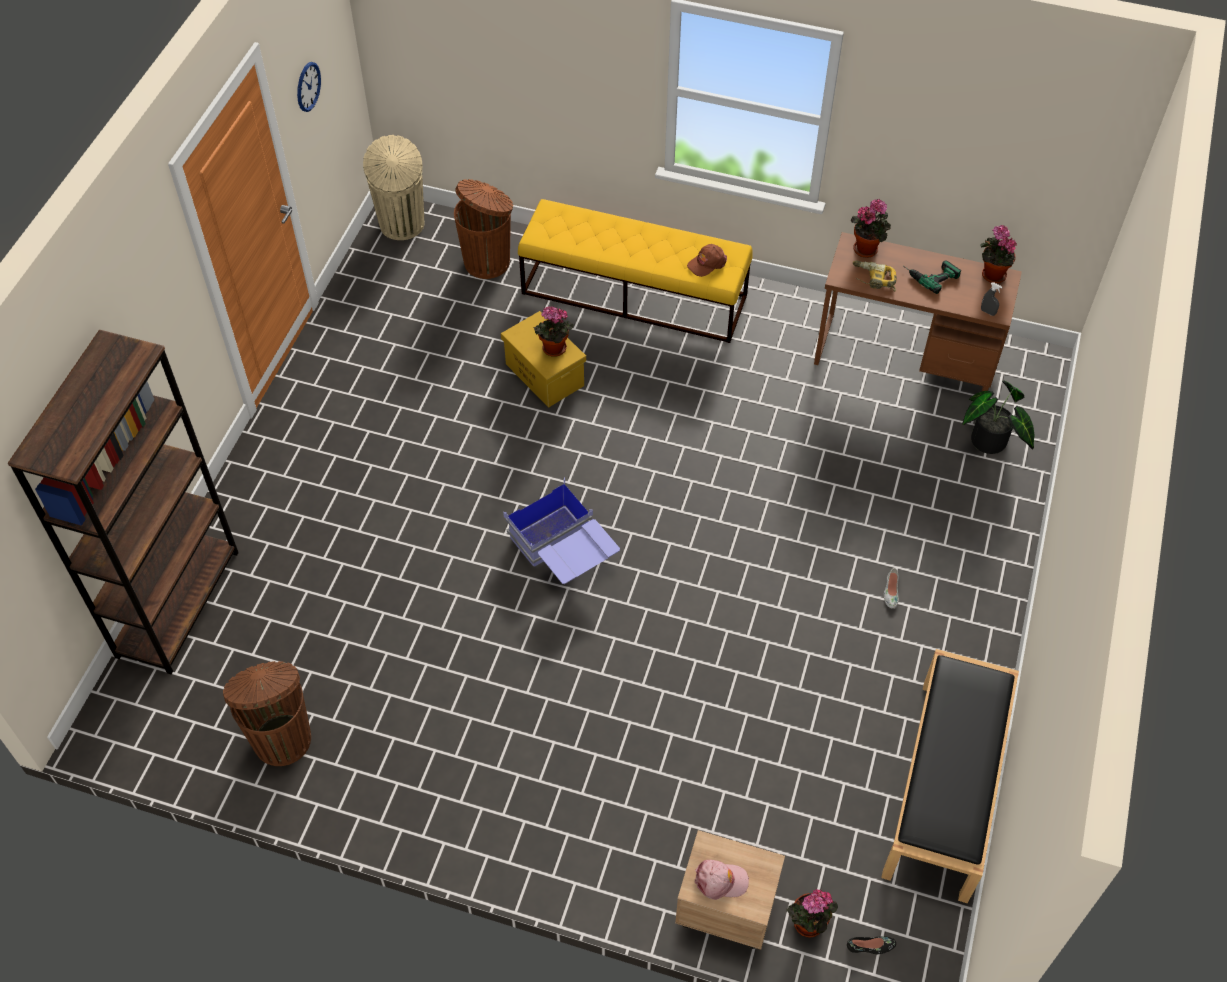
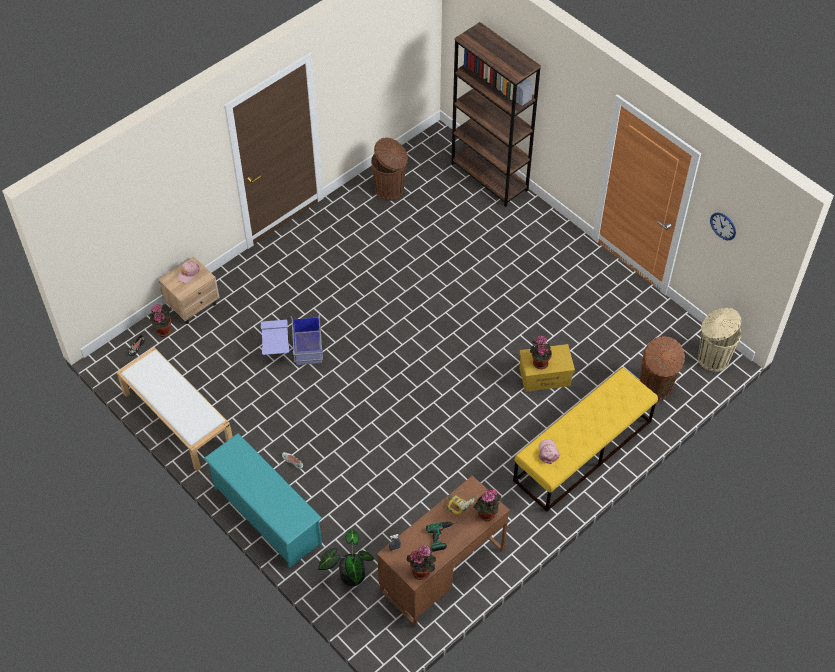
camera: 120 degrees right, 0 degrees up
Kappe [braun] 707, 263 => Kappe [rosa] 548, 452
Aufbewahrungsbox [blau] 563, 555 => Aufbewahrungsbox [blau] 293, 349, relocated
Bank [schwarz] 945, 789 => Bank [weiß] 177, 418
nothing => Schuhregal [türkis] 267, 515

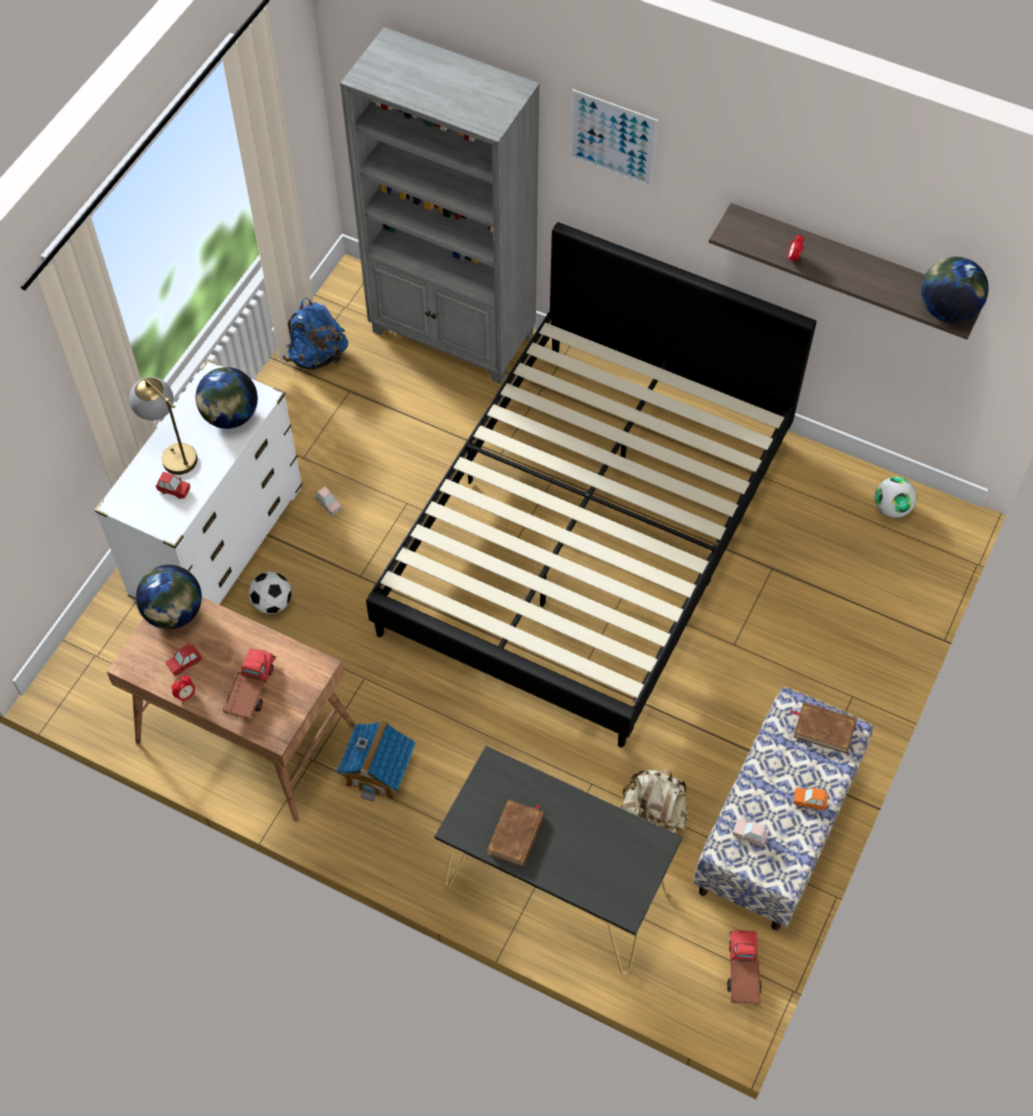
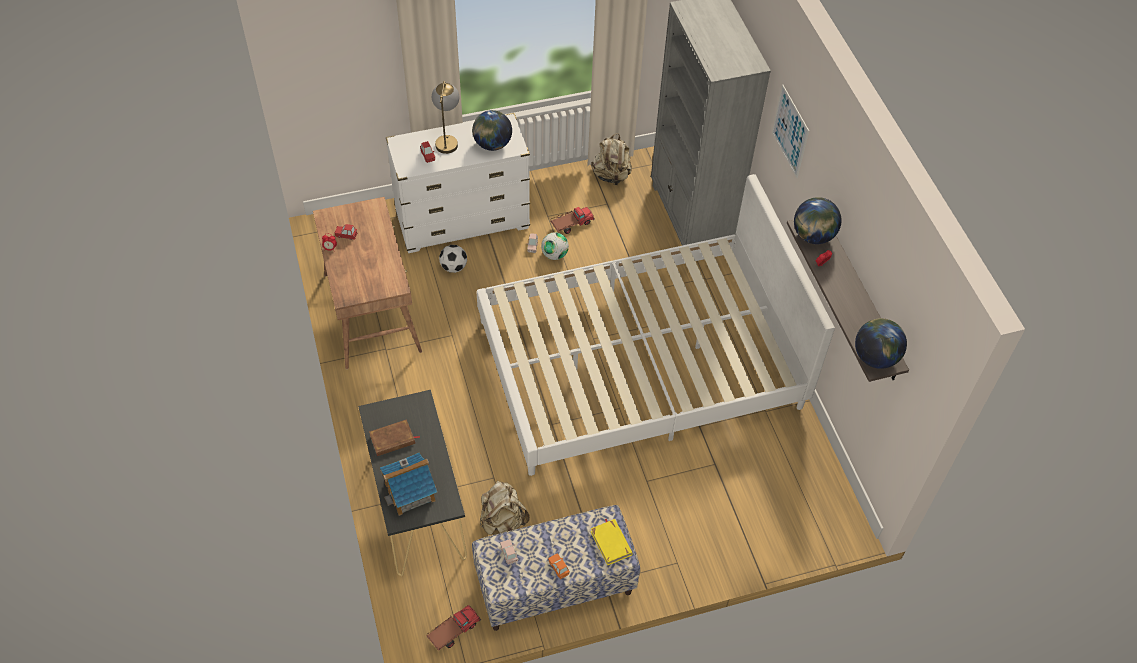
camera: 45 degrees right, 5 degrees down
Bett [schwarz] 588, 533 => Bett [weiß] 640, 364
Rucksack [blau] 317, 356 => Rucksack [beige] 611, 176
Fußball 891, 508 => Fußball 554, 254, relocated
Globus 174, 613 => Globus 813, 236, relocated
Spielzeuglaster 250, 690 => Spielzeuglaster 571, 224, relocated
Buch [braun] 824, 729 => Buch [gelb] 611, 543
Spielzeughaus 378, 770 => Spielzeughaus 410, 492, relocated

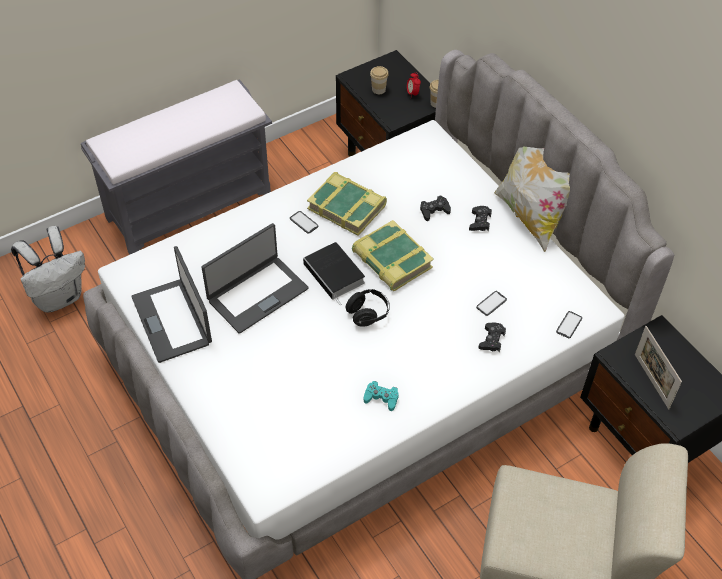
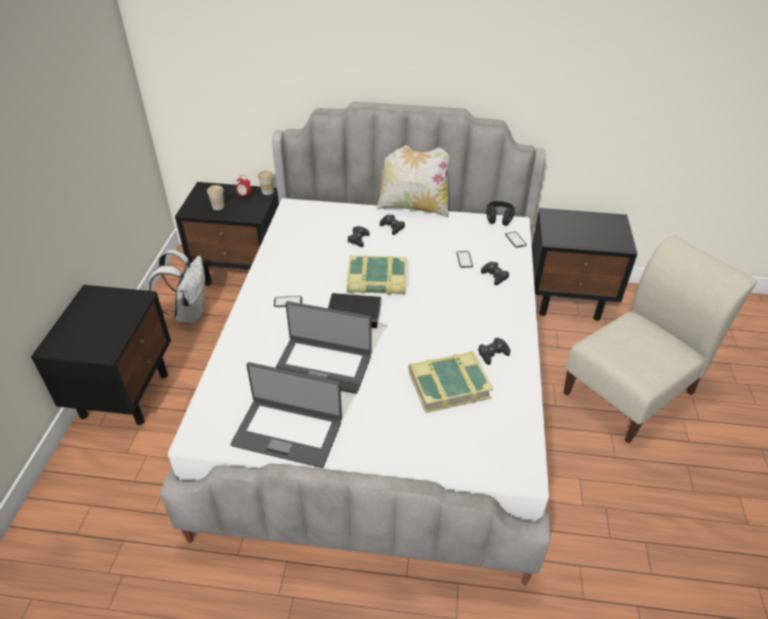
camera: 50 degrees left, 10 degrees down
Bank [grau] 190, 204 => Nachttisch [schwarz] 125, 393
Buch 347, 207 => Buch 448, 385, relocated
Laptop 257, 294 => Laptop 323, 365, 105 degrees clockwise
Rucksack [weiß] 59, 297 => Rucksack [weiß] 189, 313, relocated
Kopfhörer [schwarz] 368, 314 => Kopfhörer [schwarz] 499, 219, relocated
Bilderrahmen 651, 381 => nothing
Gamepad [türkis] 381, 398 => Gamepad [schwarz] 492, 353

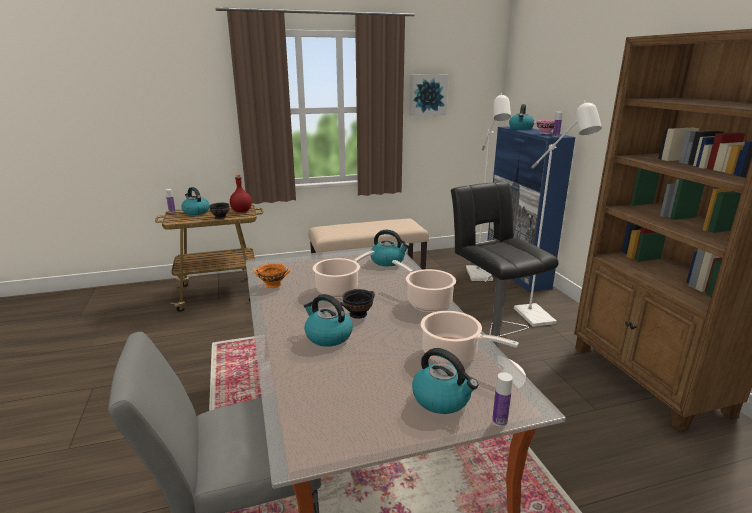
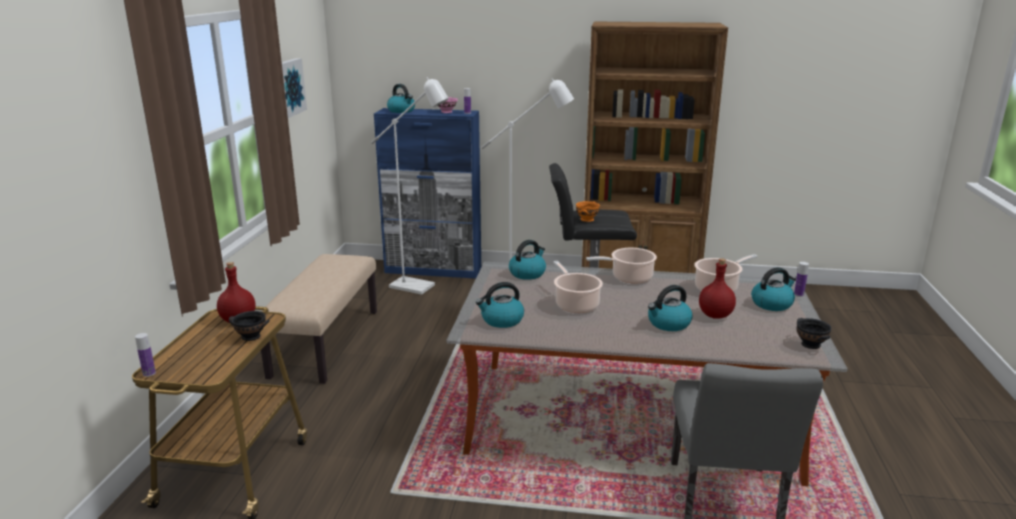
camera: 65 degrees left, 0 degrees up
Wasserkessel 196, 212 => Wasserkessel 501, 320, relocated
Schüssel [orange] 273, 285 => Schüssel [orange] 587, 219, relocated
Schüssel [schwarz] 357, 314 => Schüssel [schwarz] 810, 345, relocated
nothing => Flasche [rot] 716, 315

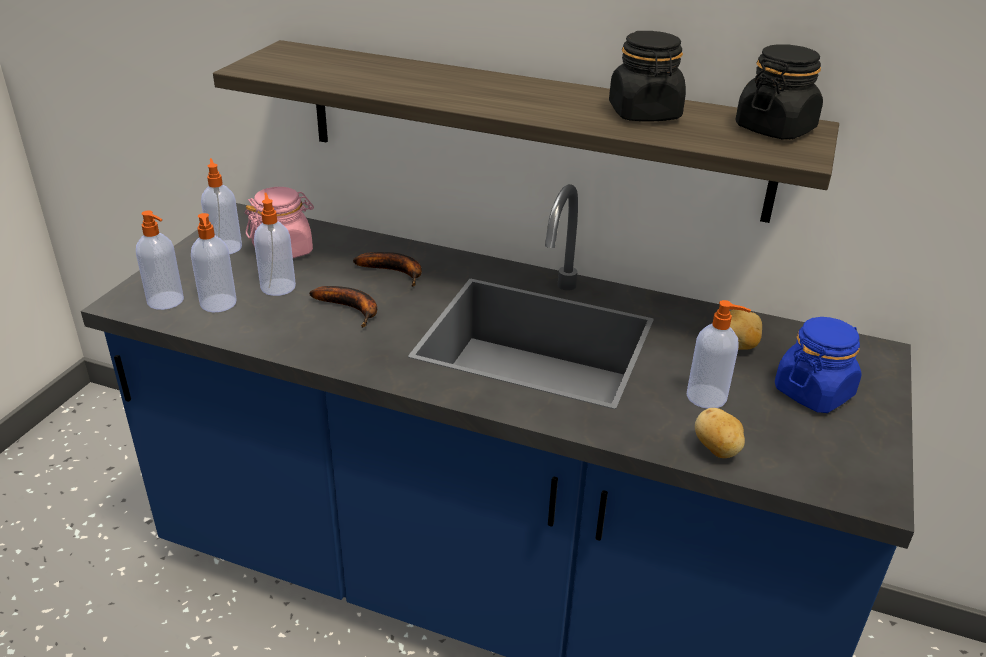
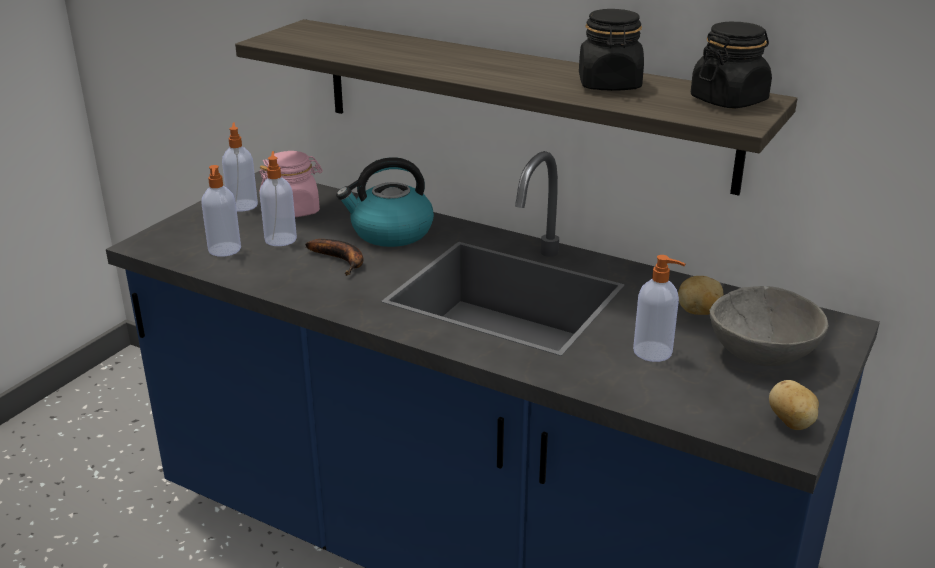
camera: 10 degrees right, 5 degrees down
Seifenspender 166, 301 => nothing
Banane 395, 272 => Wasserkessel 390, 233
Vorratsglas [blau] 813, 392 => Schüssel [grau] 761, 355
Kartoffel 717, 450 => Kartoffel 791, 423, relocated

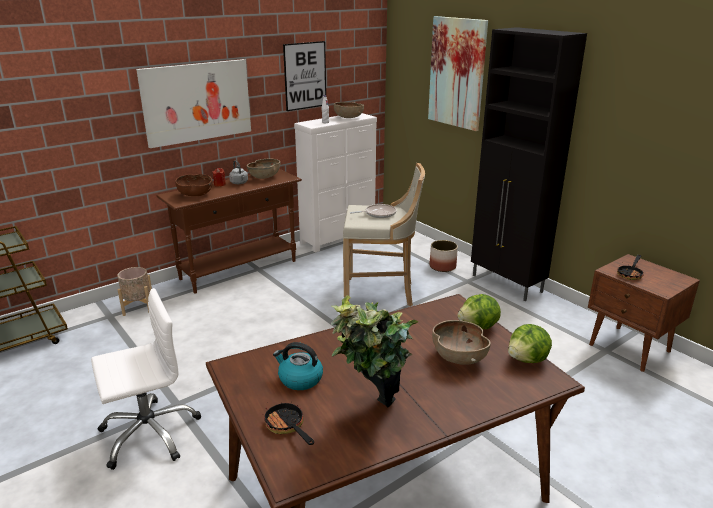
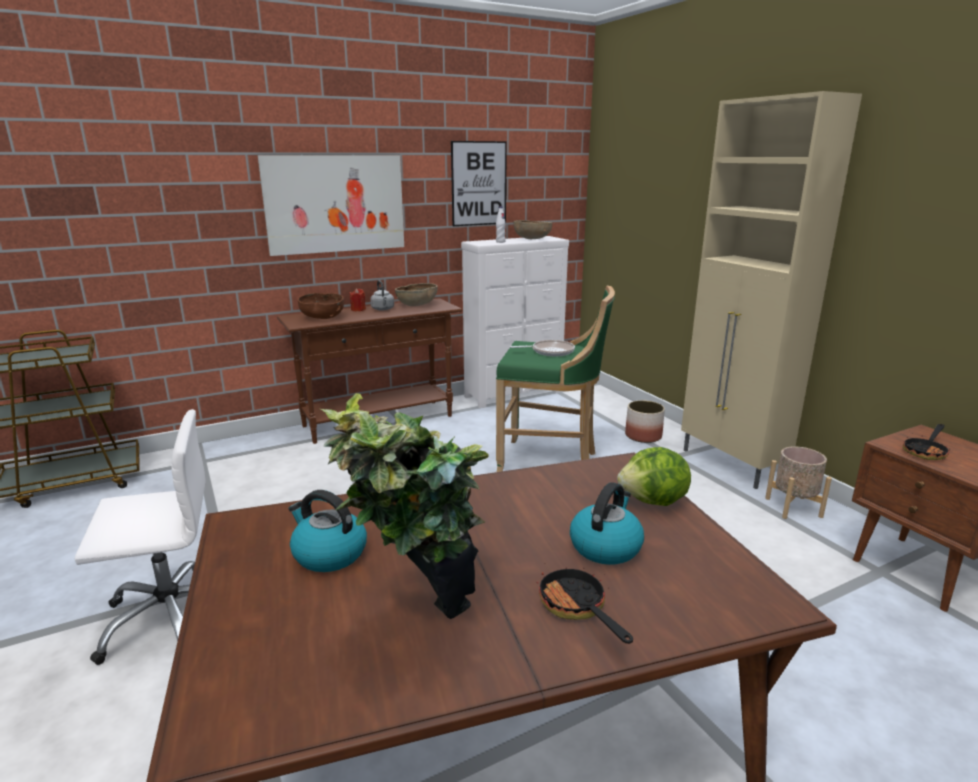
camera: 10 degrees right, 5 degrees down
Bild 457, 73 => nothing
Schrank [schwarz] 507, 284 => Schrank [beige] 732, 465
Hocker [beige] 381, 293 => Hocker [grün] 551, 463
Pflanzkübel [beige] 138, 307 => Pflanzkübel [beige] 793, 507, relocated
Schüssel [braun] 458, 357 => Wasserkessel 605, 546
Salatkopf 527, 360 => nothing
Pfanne 287, 427 => Pfanne 577, 608, relocated

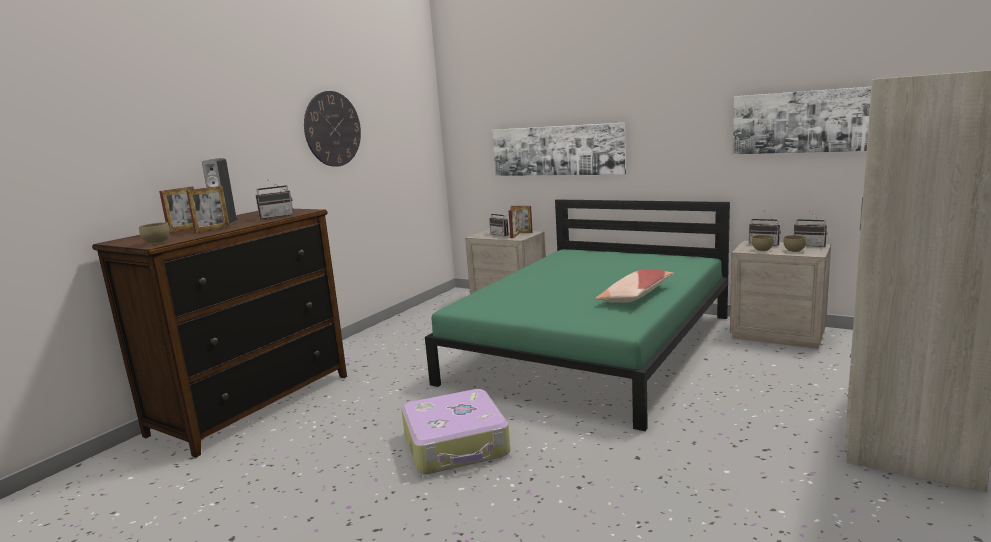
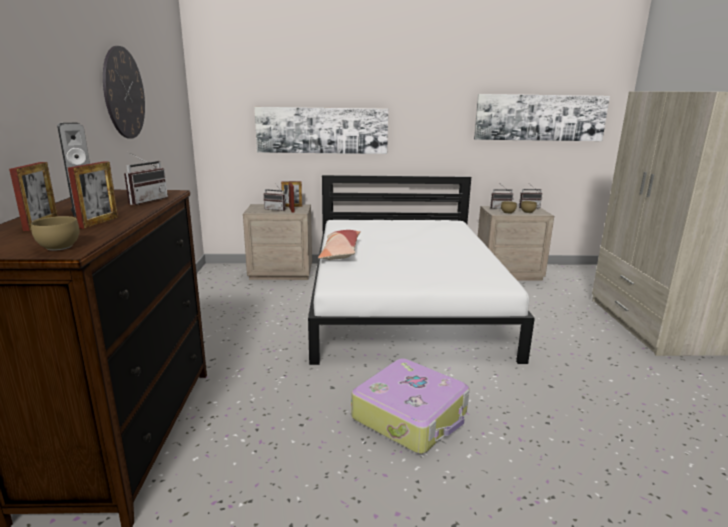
camera: 35 degrees left, 5 degrees up
Bett [grün] 593, 348 => Bett [weiß] 404, 303
Kissen 635, 296 => Kissen 340, 252, relocated

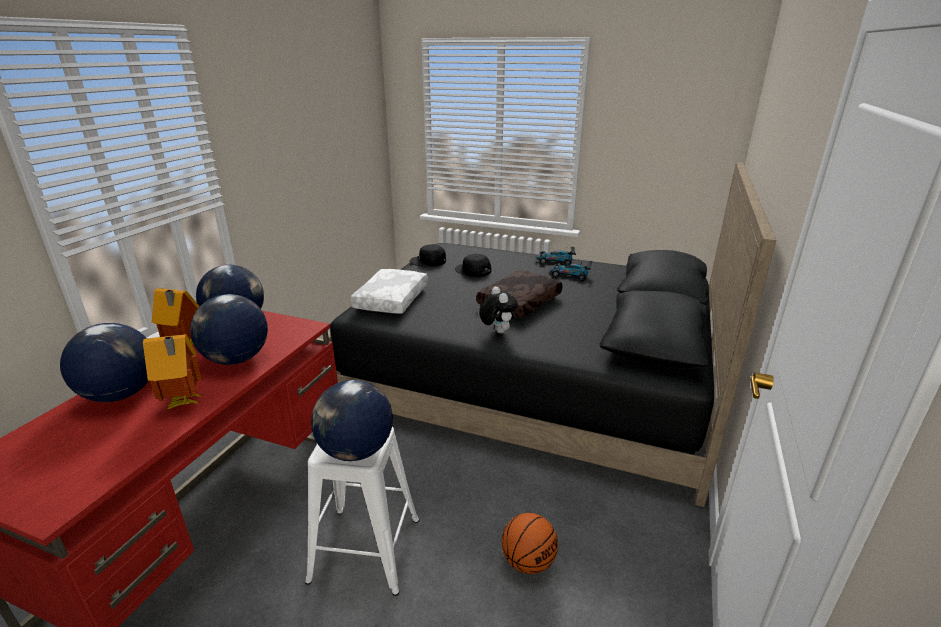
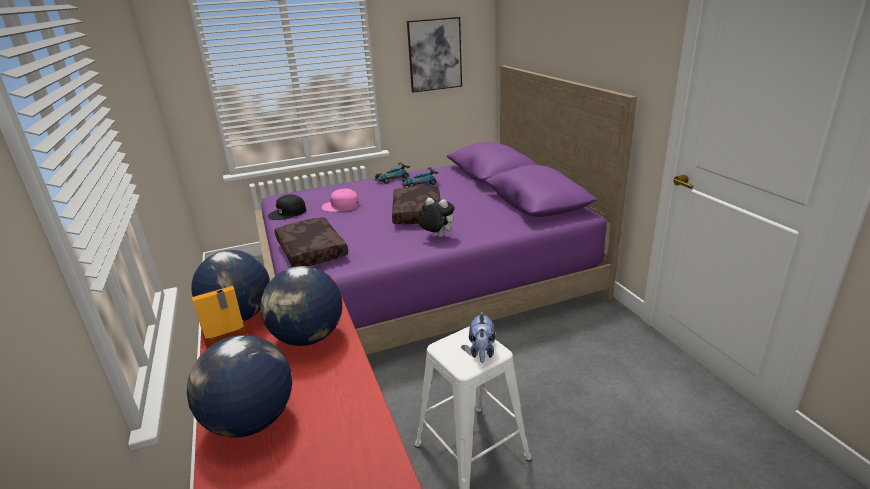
camera: 40 degrees left, 0 degrees up
Bett [schwarz] 530, 378 => Bett [lila] 425, 281
Kappe [schwarz] 472, 270 => Kappe [rosa] 341, 206
Kissen [weiß] 390, 299 => Kissen [braun] 310, 251
Spielzeughaus 184, 404 => nothing
Globus 356, 451 => Plüschtier 482, 352
Basketball 528, 562 => nothing
nothing => Bild 435, 55

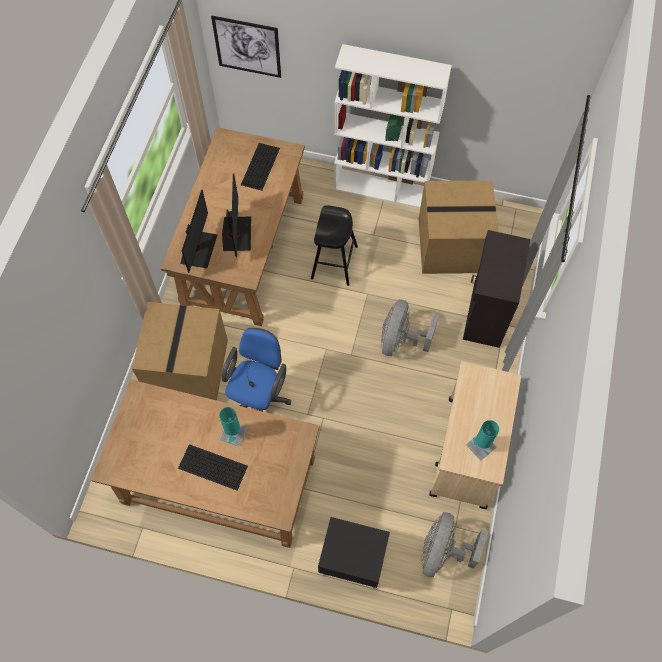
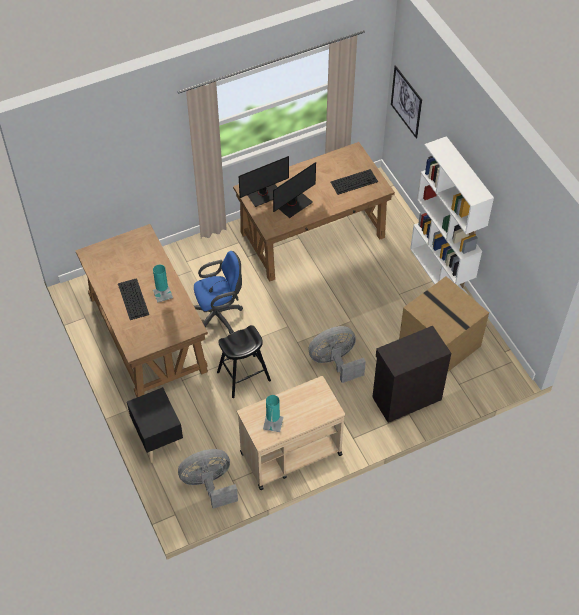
camera: 50 degrees right, 10 degrees down
Hocker [schwarz] 334, 262 => Hocker [schwarz] 244, 376, relocated
Karton 187, 366 => nothing

